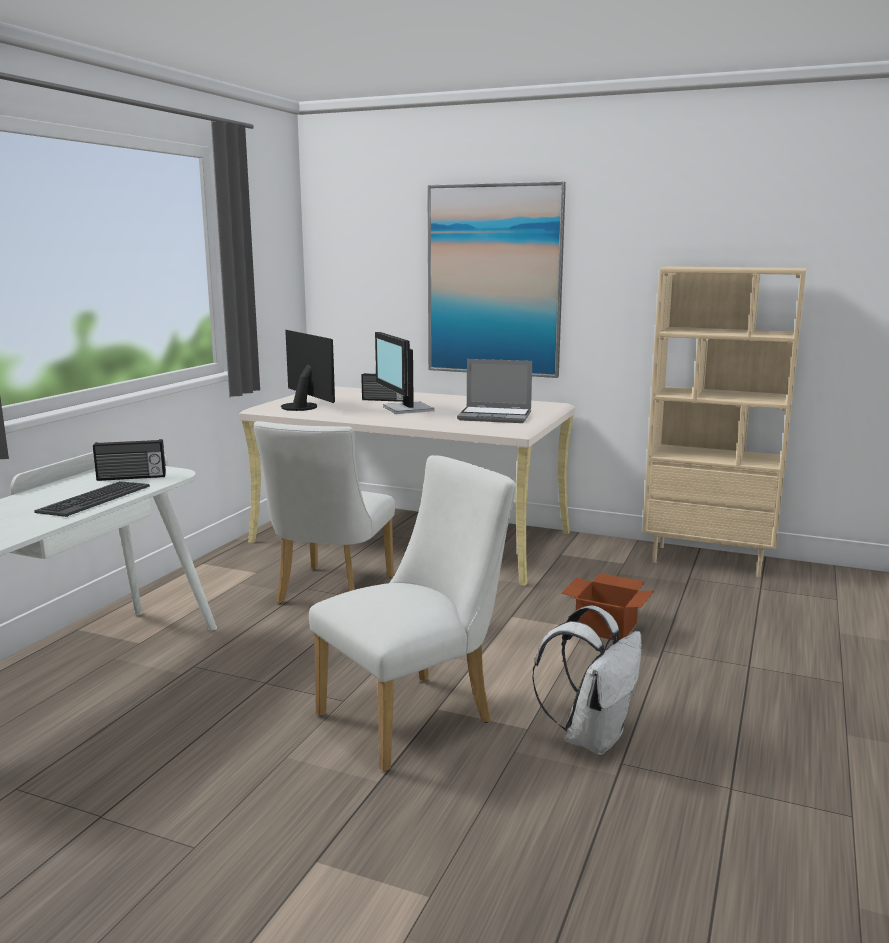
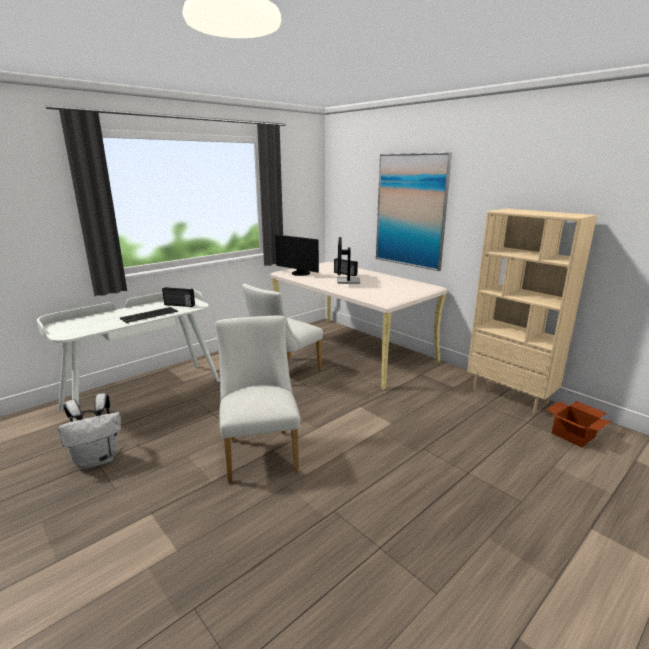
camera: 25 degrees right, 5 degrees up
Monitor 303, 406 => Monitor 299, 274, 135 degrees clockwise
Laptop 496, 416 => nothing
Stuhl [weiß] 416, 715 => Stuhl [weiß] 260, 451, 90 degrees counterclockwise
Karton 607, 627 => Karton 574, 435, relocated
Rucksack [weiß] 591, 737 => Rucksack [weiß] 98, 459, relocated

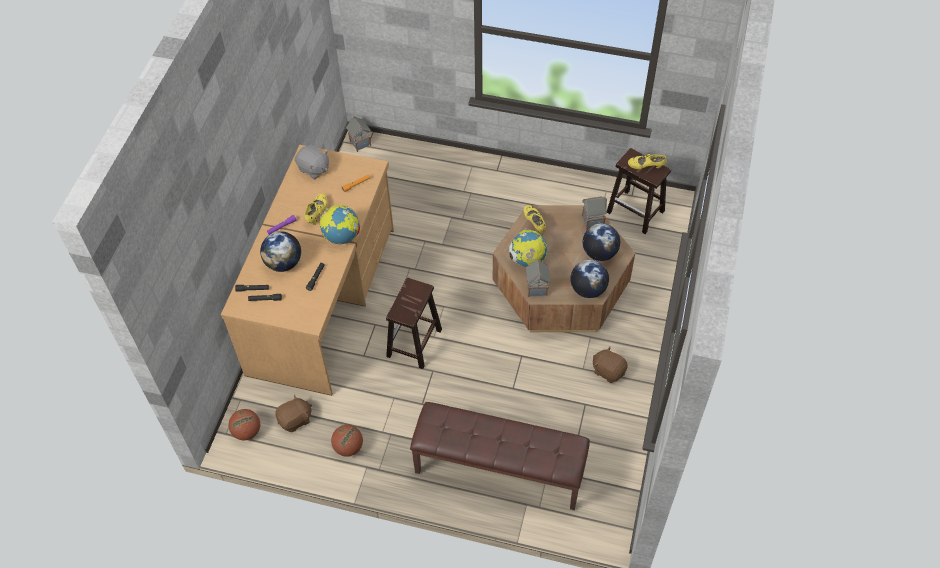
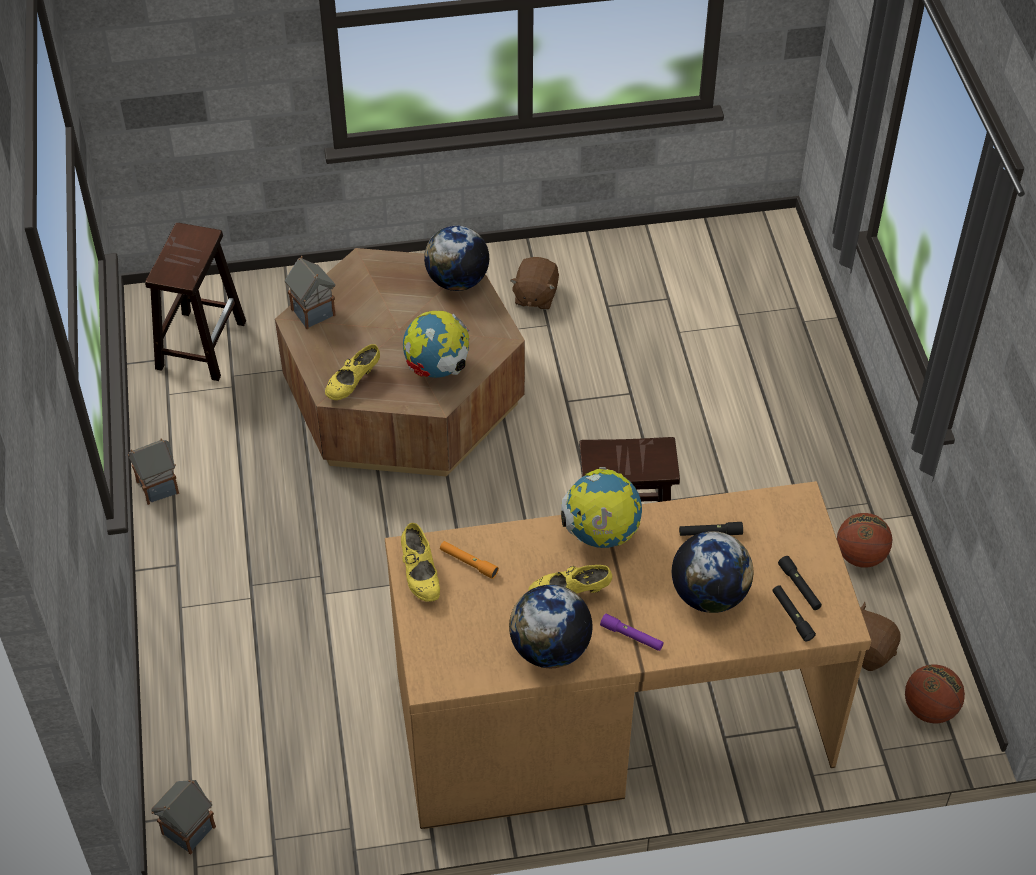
camera: 115 degrees left, 5 degrees down
Plüschtier [grau] 313, 169 => nothing
Schuh [gelb] 646, 167 => Schuh [gelb] 420, 575, relocated
Globus 599, 253 => Globus 550, 649, relocated
Spielzeughaus 537, 289 => Spielzeughaus 158, 486, relocated
Bank [braun] 499, 470 => nothing

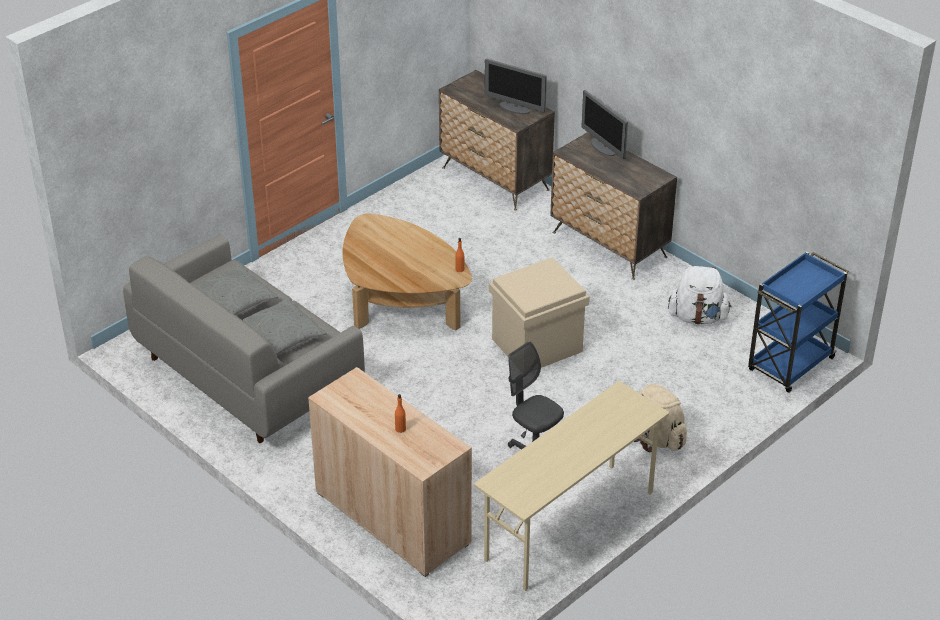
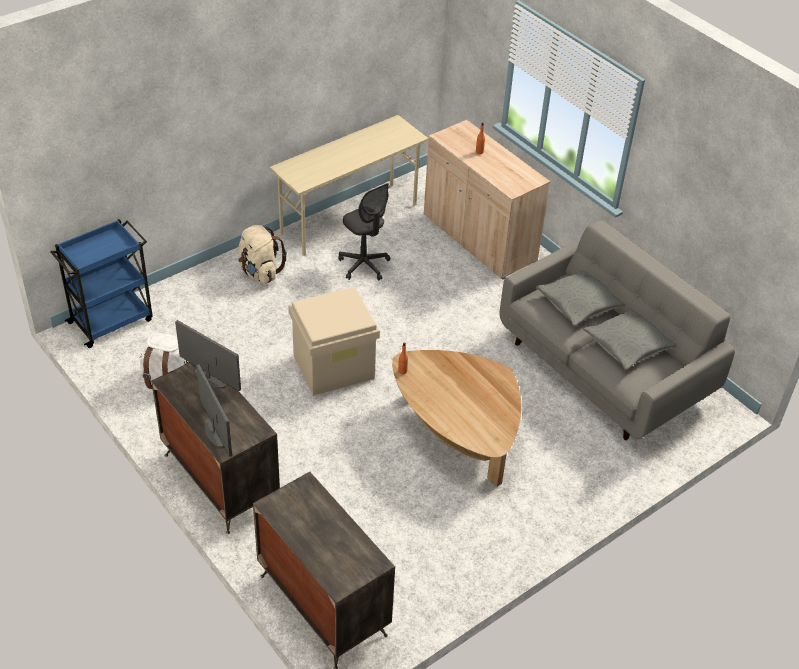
camera: 175 degrees left, 5 degrees up
Monitor 515, 108 => Monitor 210, 378, relocated

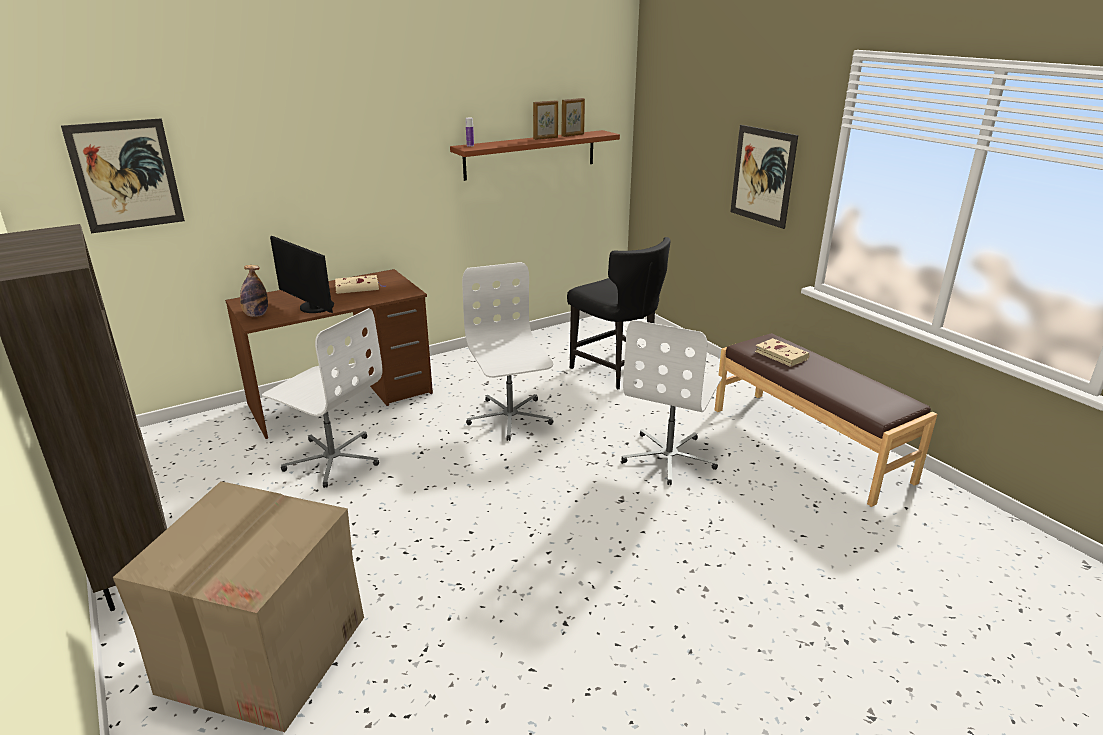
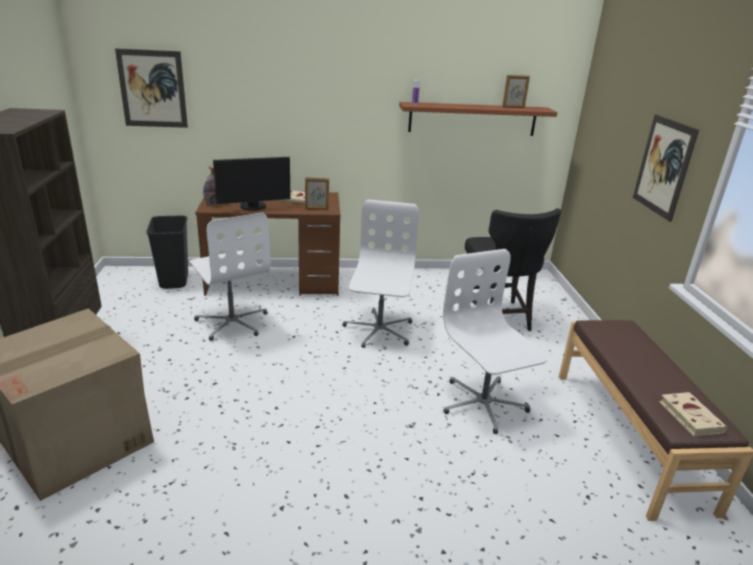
camera: 25 degrees right, 0 degrees up
Bilderrahmen 546, 138 => Bilderrahmen 316, 209, relocated
Monitor 313, 308 => Monitor 253, 207, 90 degrees counterclockwise
Bürostuhl [weiß] 669, 457 => Bürostuhl [weiß] 482, 404, 105 degrees clockwise
Buch [beige] 779, 355 => Buch [beige] 688, 415, relocated
nothing => Mülleimer [schwarz] 173, 281

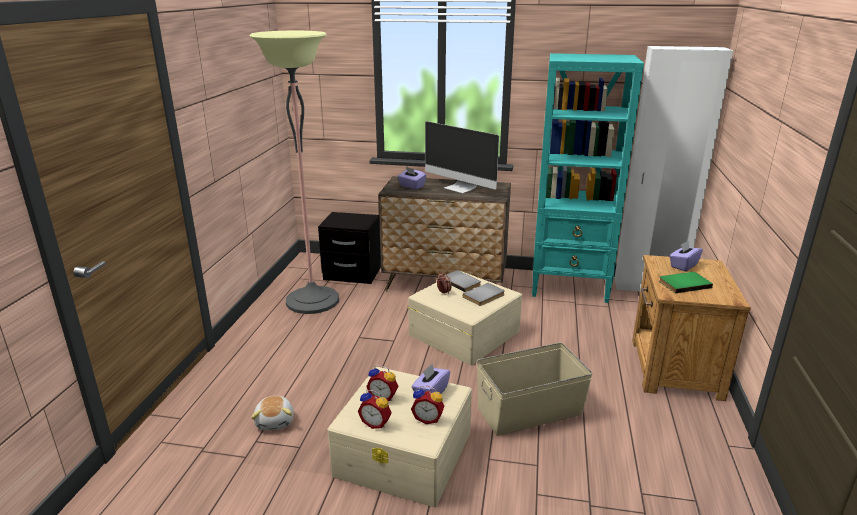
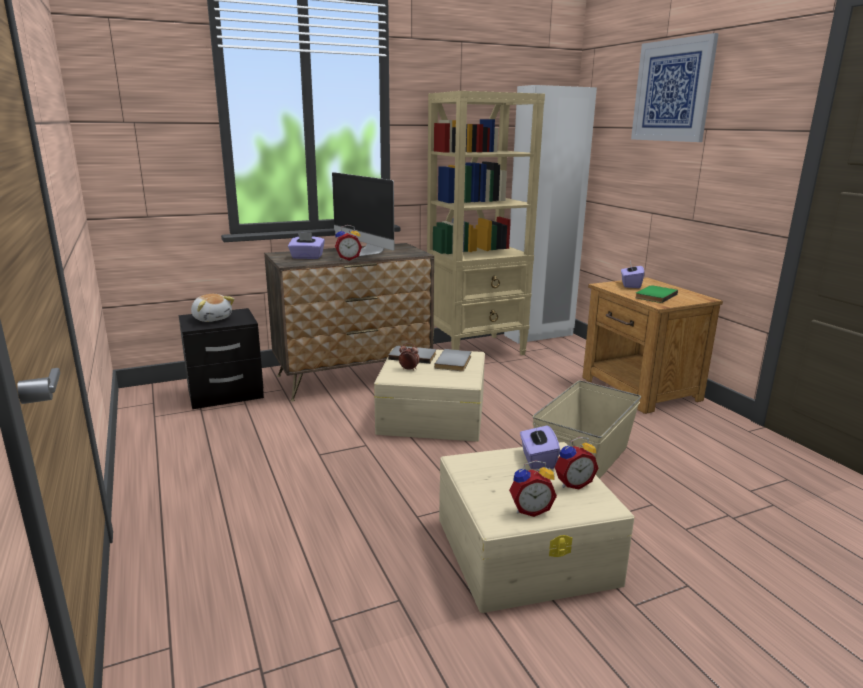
camera: 35 degrees left, 5 degrees down
Stehlampe 312, 300 => nothing
Bücherregal [türkis] 570, 286 => Bücherregal [beige] 476, 350
Monitor 460, 188 => Monitor 365, 252, 45 degrees clockwise
Wecker 383, 397 => Wecker 348, 259, relocated
Plüschtier 275, 421 => Plüschtier 212, 318, relocated
nothing => Bild 672, 91

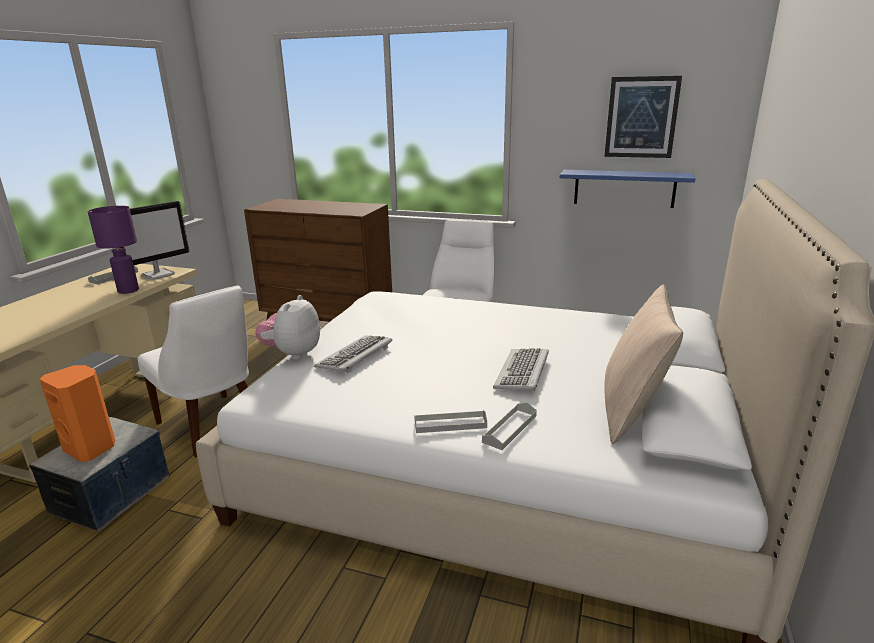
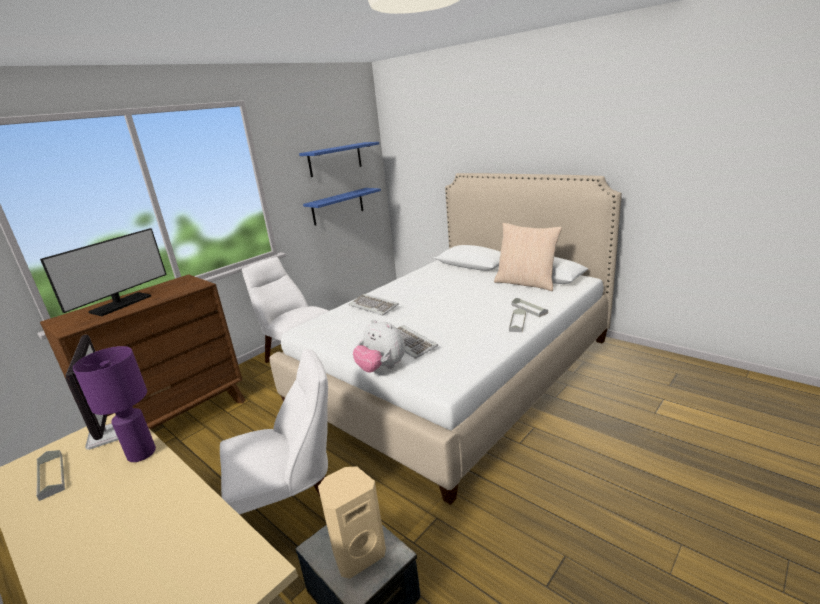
camera: 65 degrees left, 0 degrees up
Bild 641, 117 => Wandregal [blau] 335, 159
Tastatur 523, 372 => Tastatur 374, 306, relocated
Lautsprecher [orange] 92, 448 => Lautsprecher [beige] 358, 553
nothing => Monitor 121, 304

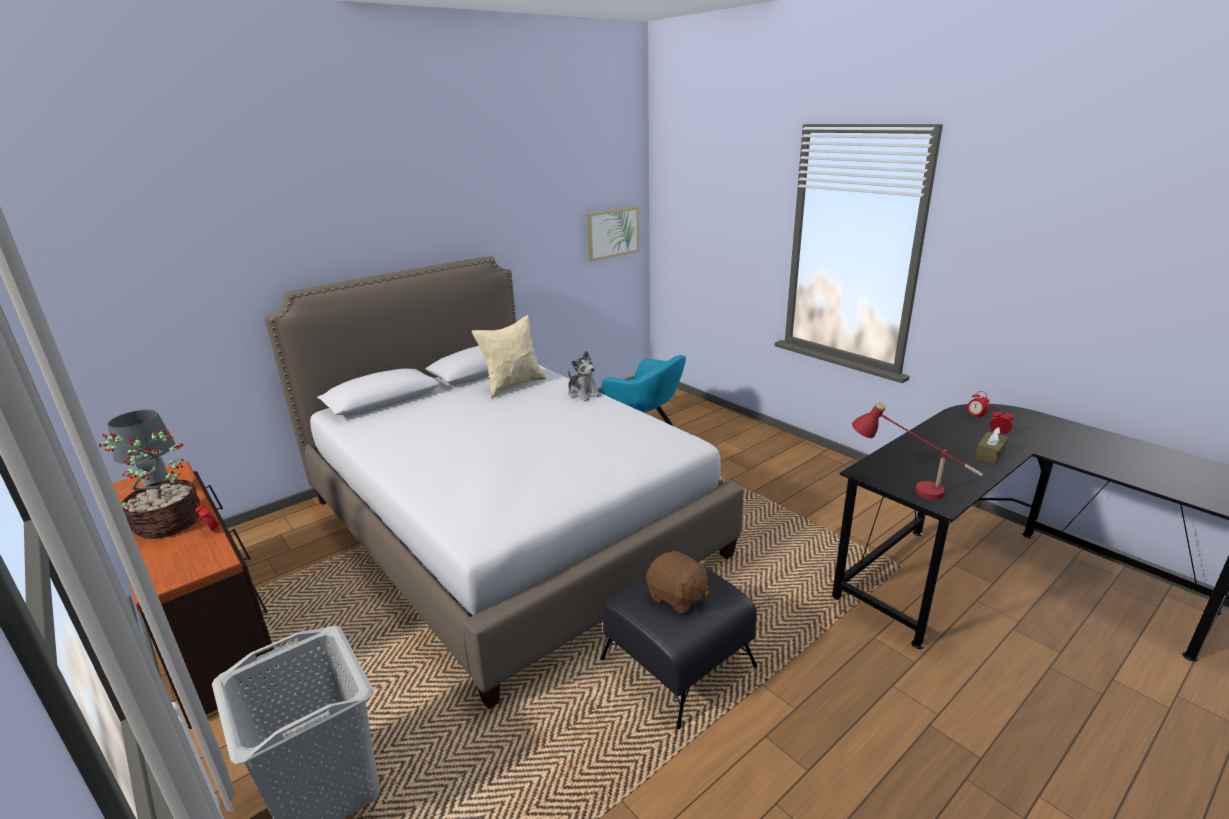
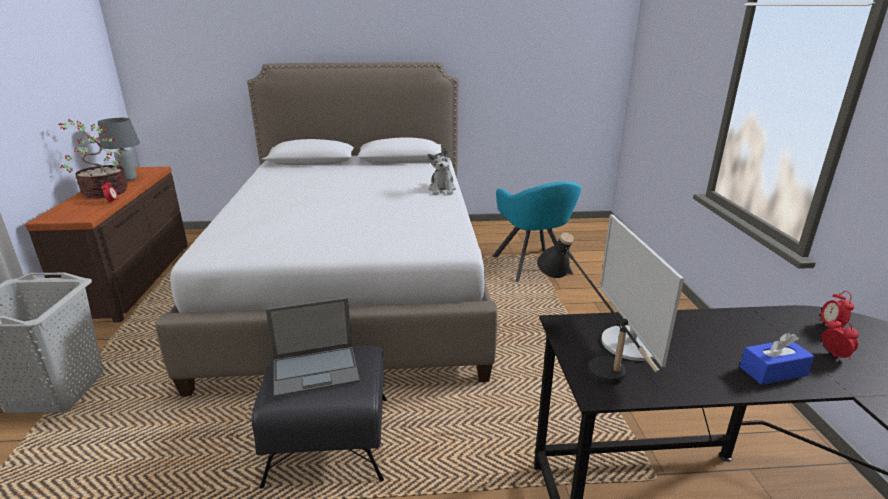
camera: 35 degrees right, 0 degrees up
Bild 612, 233 => nothing
Kissen [beige] 513, 385 => nothing
Tischlampe [rot] 908, 488 => Tischlampe [schwarz] 587, 358
Taschentuchbox [braun] 989, 454 => Taschentuchbox [blau] 773, 371
Plüschtier [braun] 677, 597 => Laptop 317, 370
nothing => Monitor 631, 343

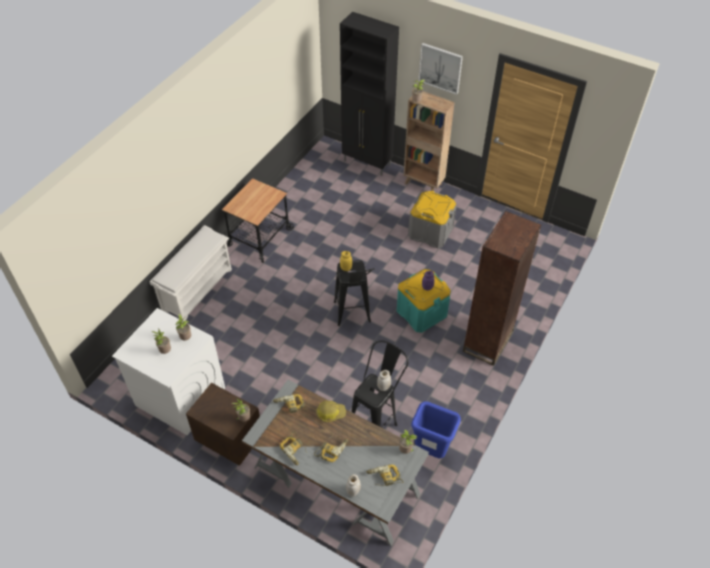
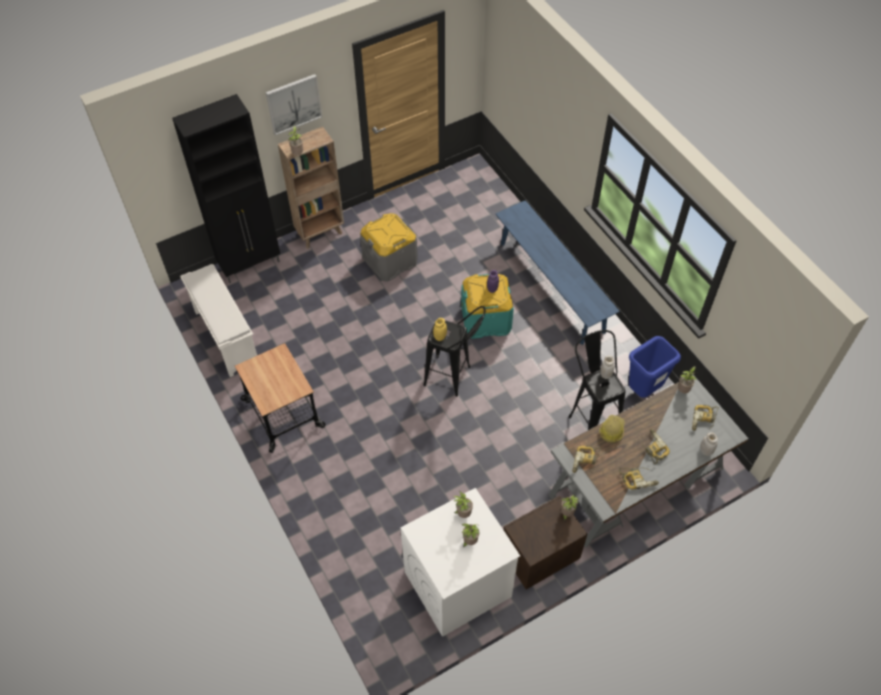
camera: 60 degrees left, 5 degrees up
Bücherregal [braun] 487, 341 => Bank [blau] 551, 286
Schuhregal [weiß] 197, 289 => Schuhregal [weiß] 225, 336, relocated

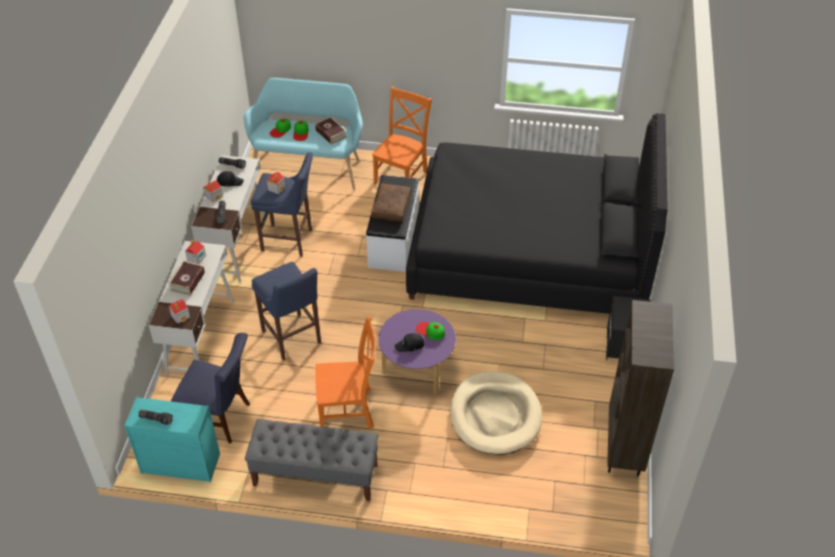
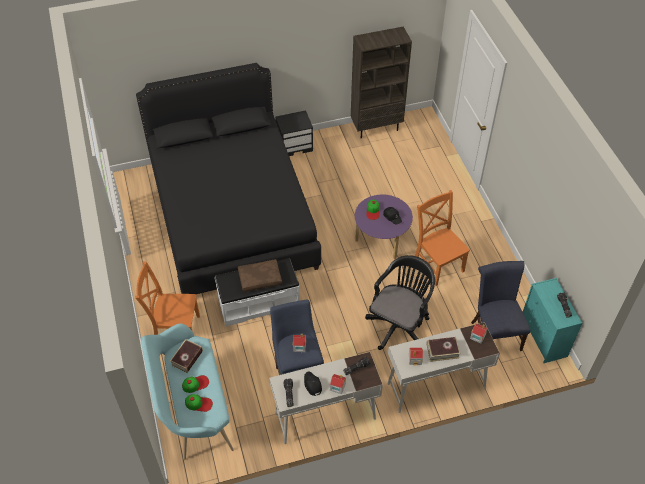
camera: 115 degrees left, 5 degrees up
Hocker [blau] 292, 339 => Bürostuhl [schwarz] 399, 324
Hundebett [beige] 495, 415 => nothing
Bank [grau] 315, 475 => nothing

